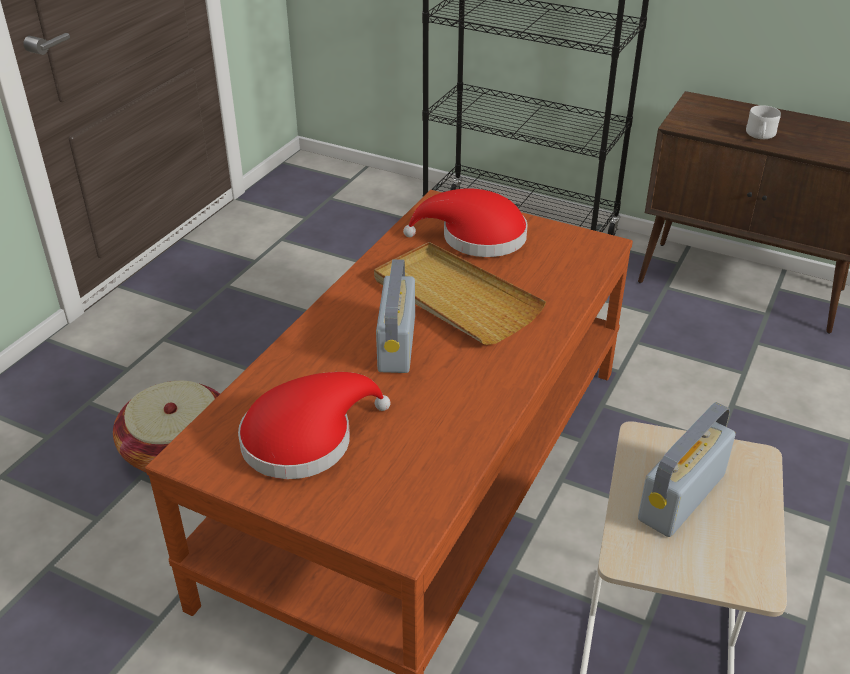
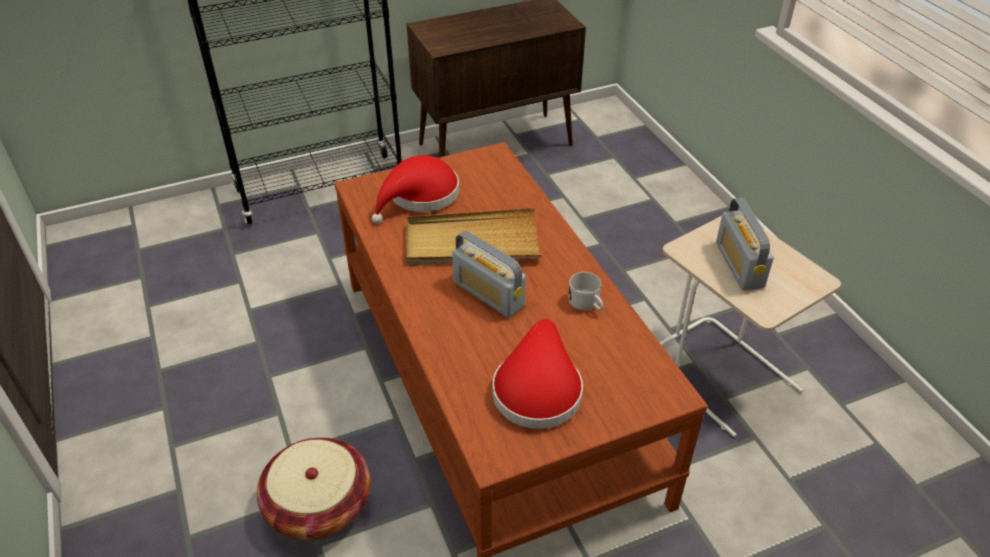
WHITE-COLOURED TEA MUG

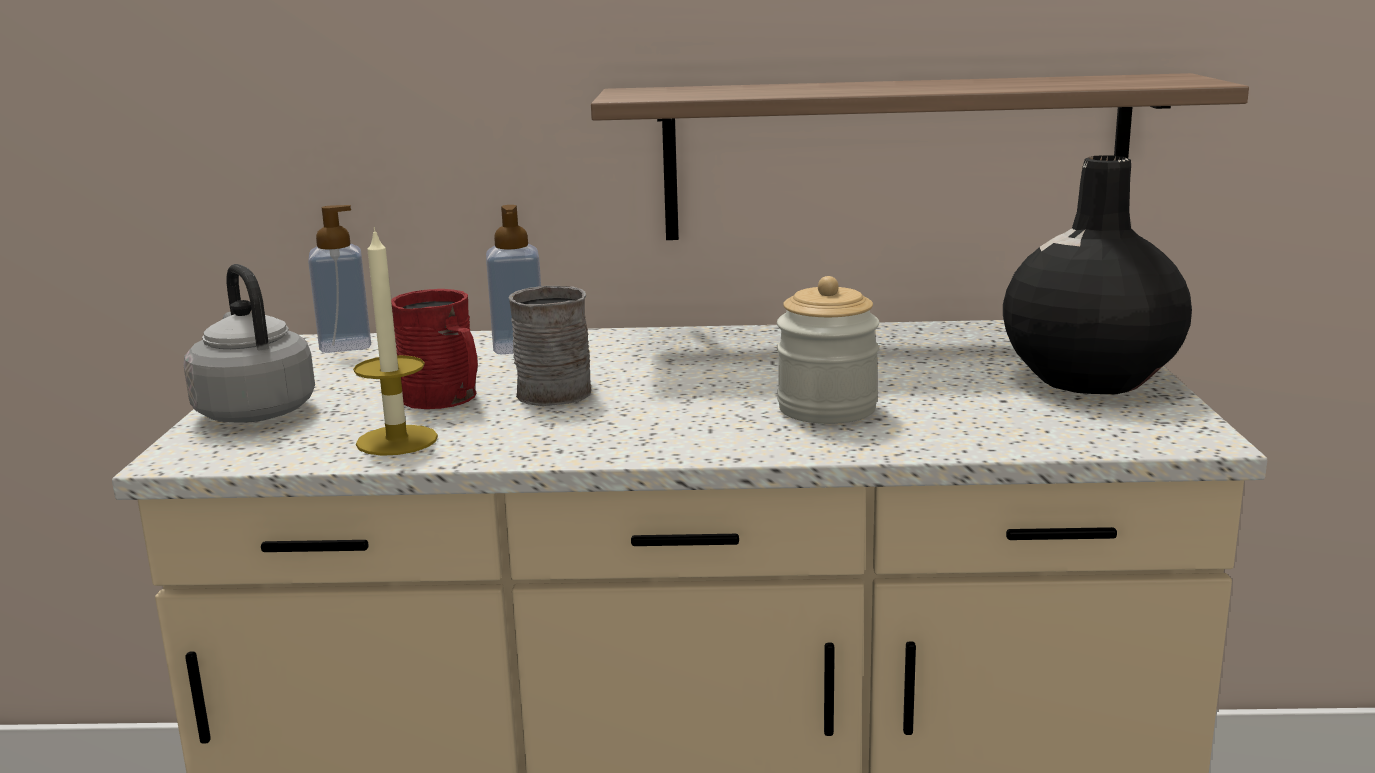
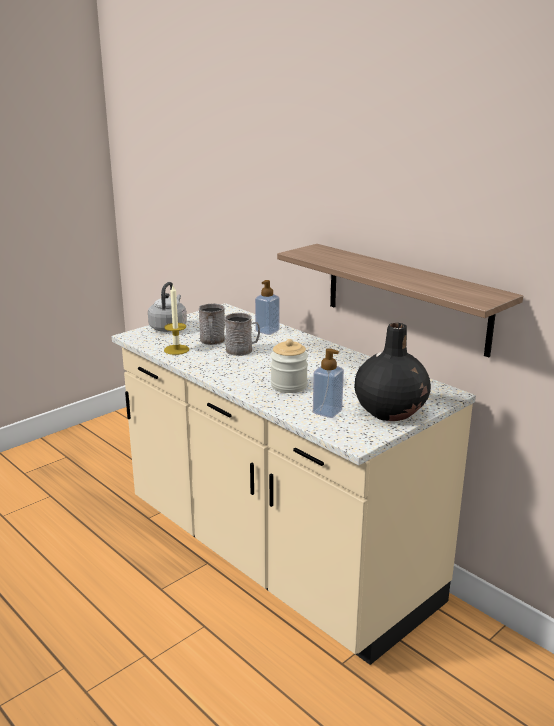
GREY TEA MUG (1st from left)
LIQUID SOAP BOTTLE (2nd from left)

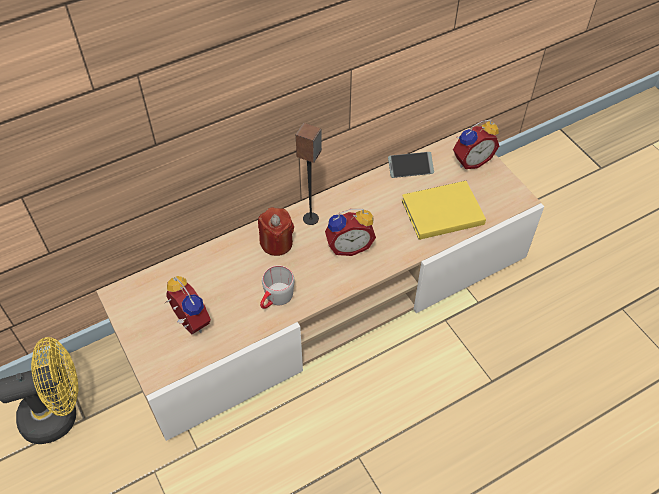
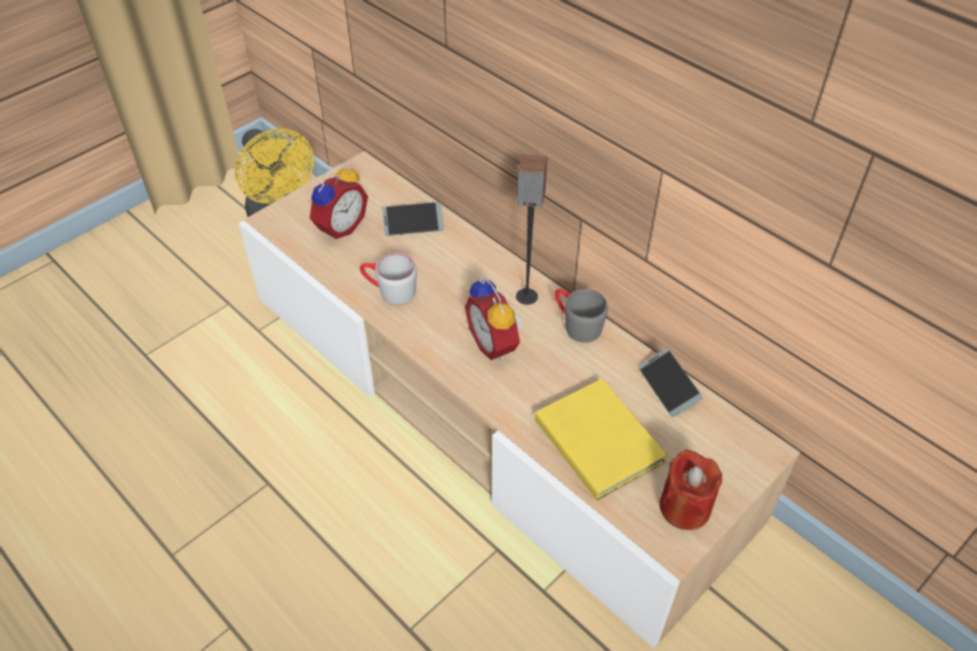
HANDSET (1st from left)
GREY TEA MUG (2nd from left)
REDDISH WAX LIGHT
TABLE CLOCK (3rd from left in the first image)

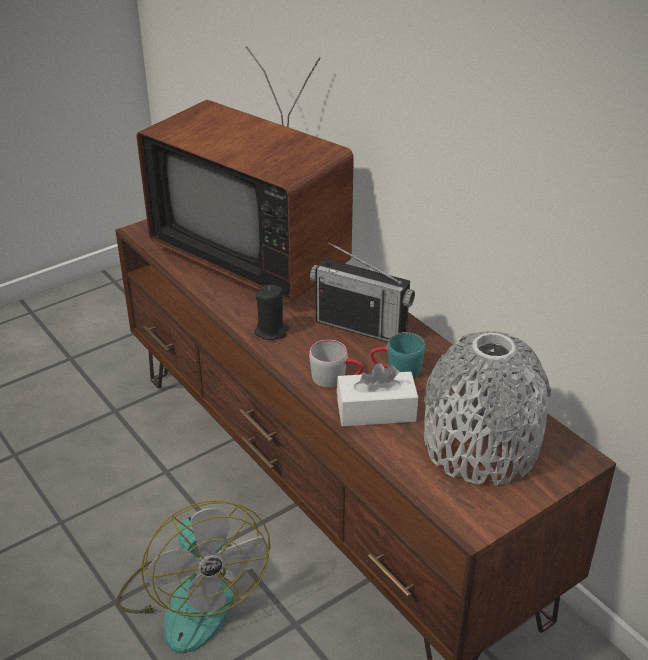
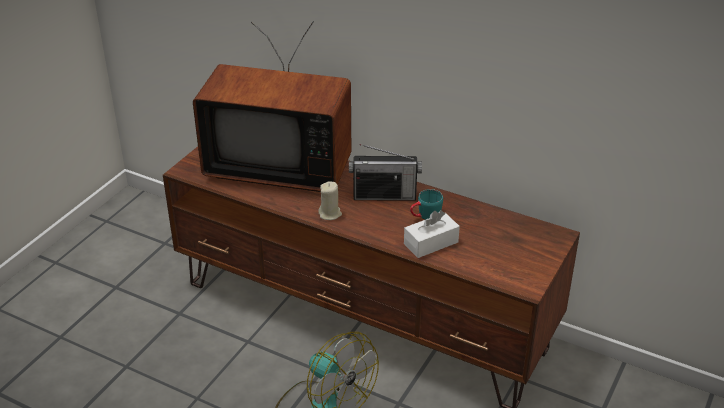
SAND-COLOURED WAX LIGHT
GREY TEA MUG
GREY VASE

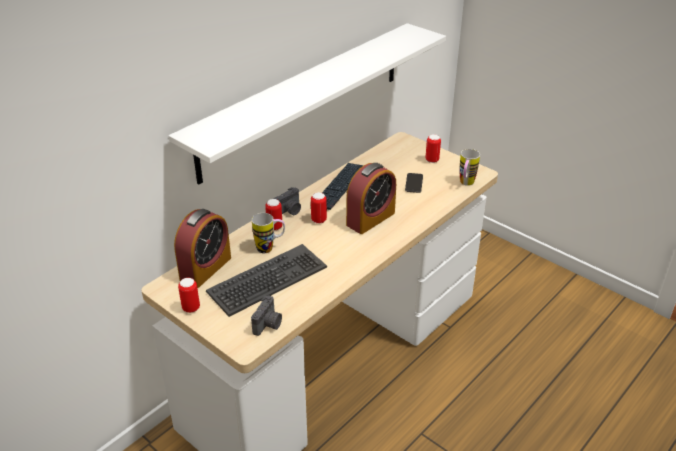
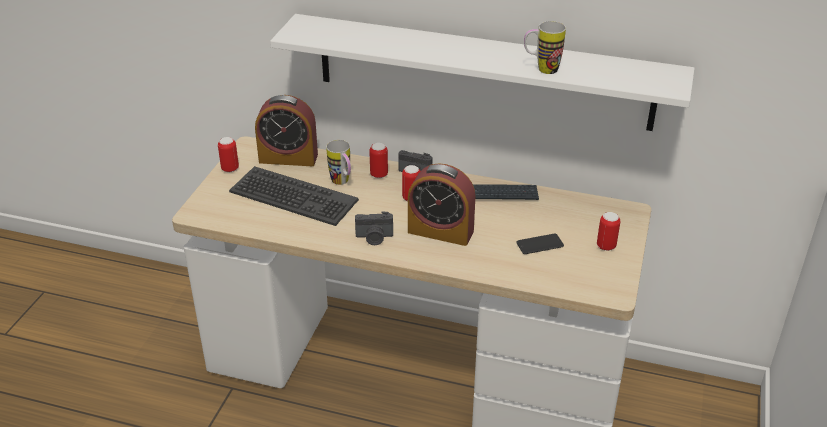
STILL CAMERA (1st from left)
TEA MUG (2nd from left)

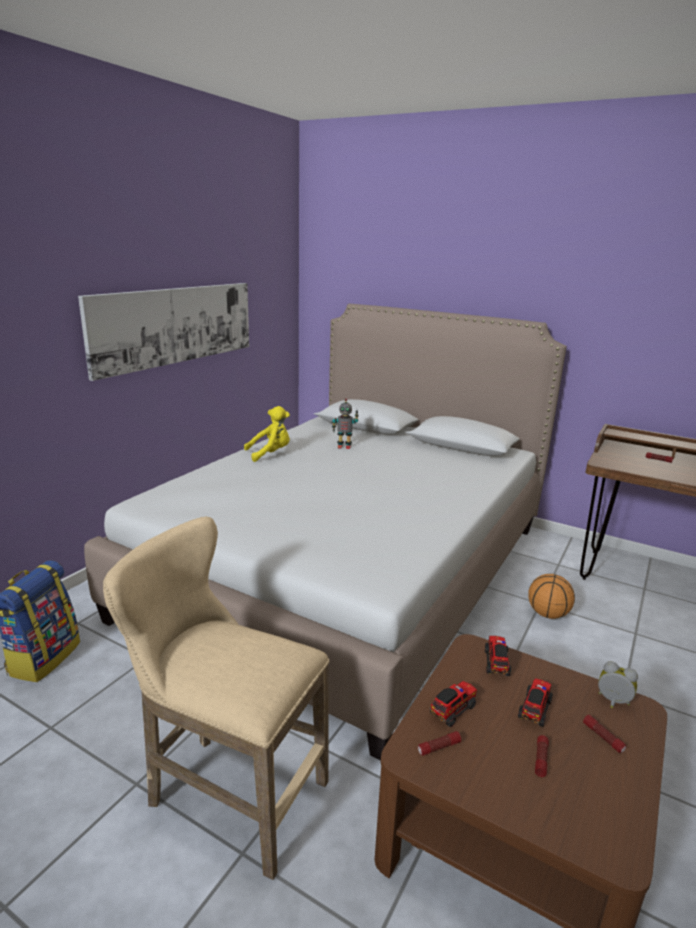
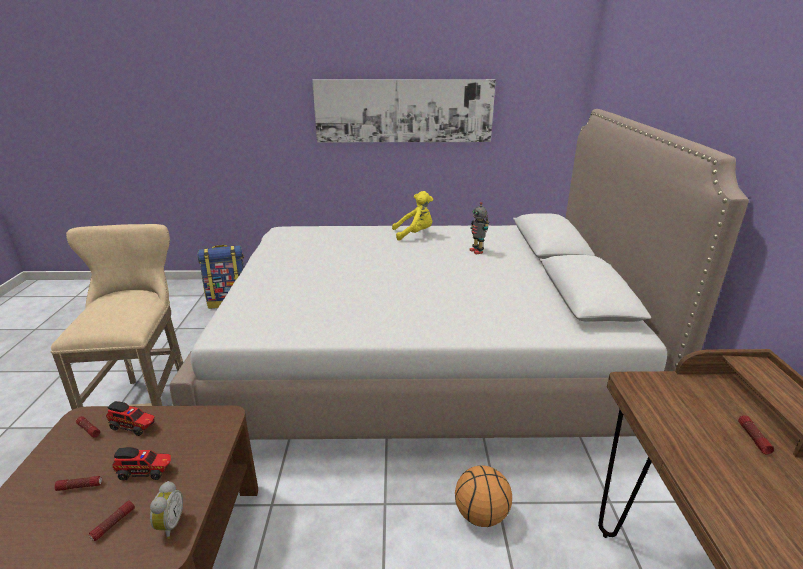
YELLOW-COLOURED CUDDLY TOY
TOY TRUCK (2nd from left in the first image)

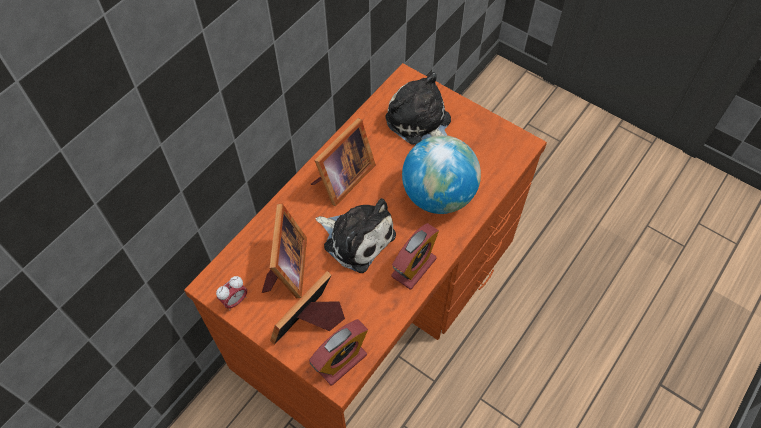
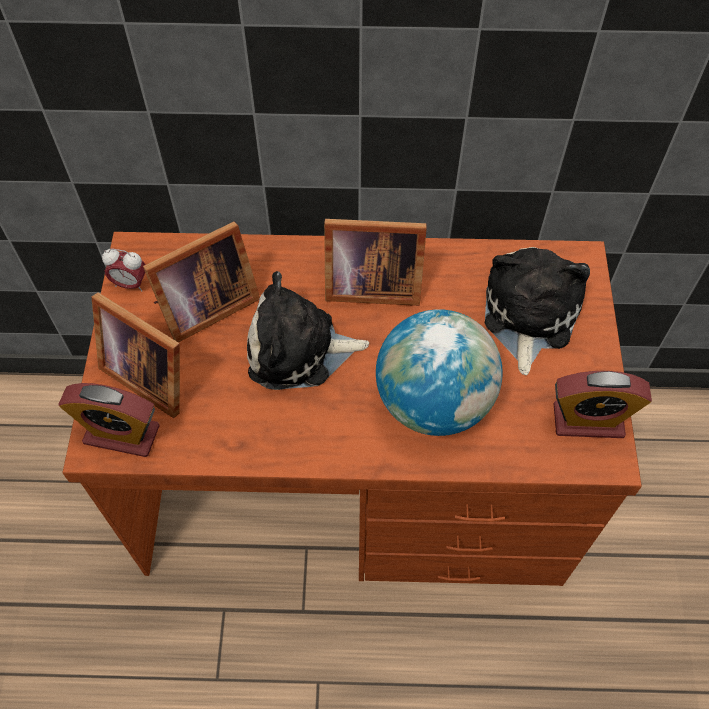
PICTURE FRAME (1st from left)
CUDDLY TOY (1st from left)
TABLE CLOCK (3rd from left)

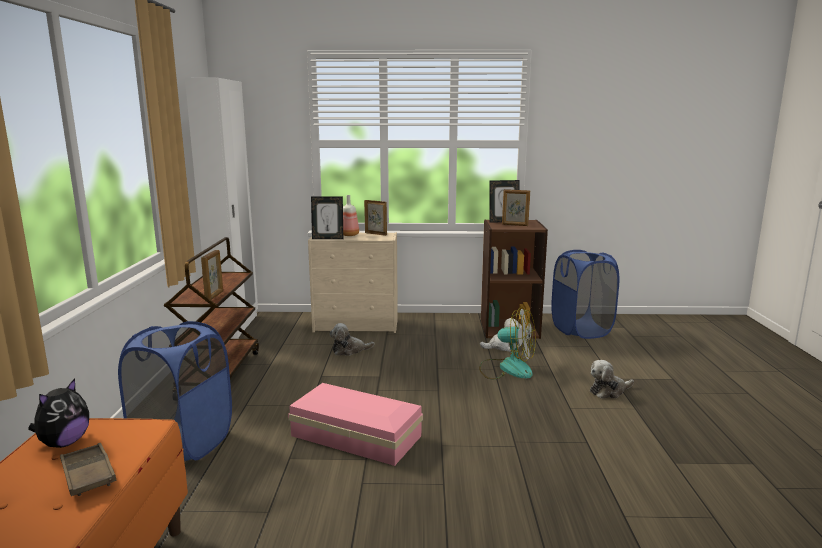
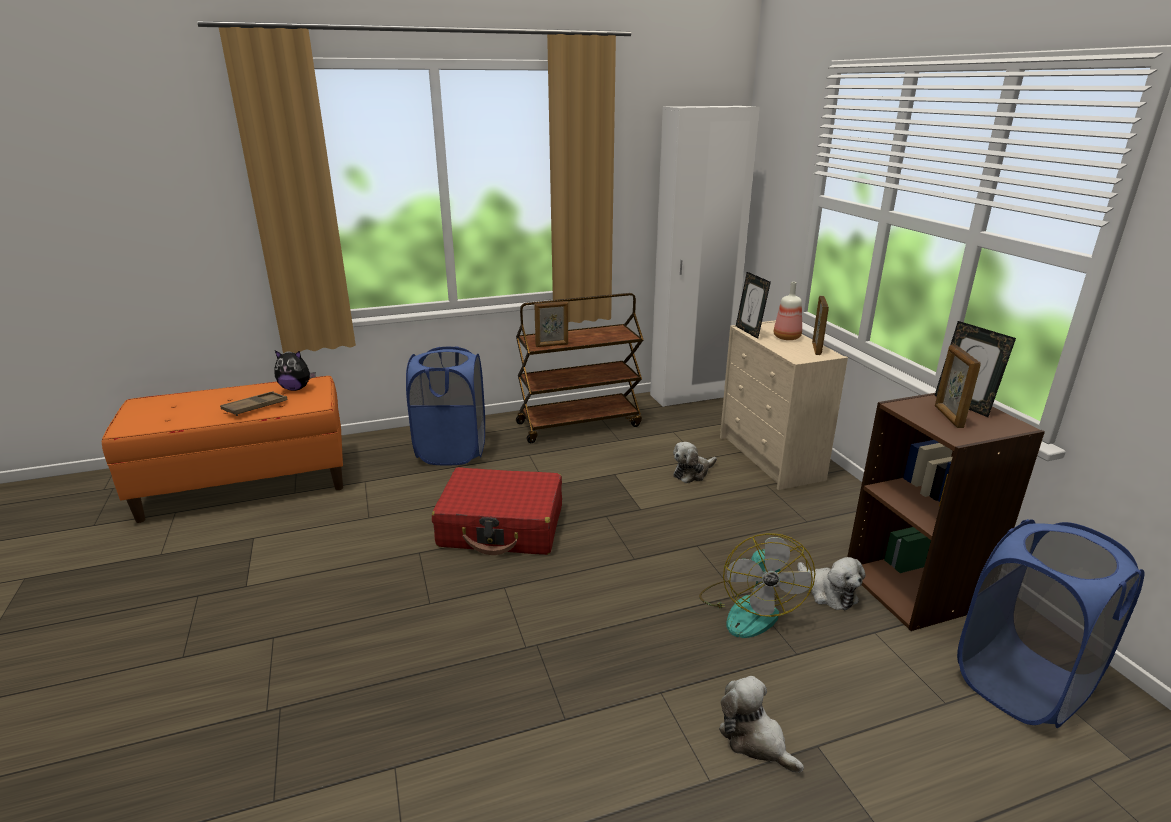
REDDISH SUITCASE
CUDDLY TOY (2nd from left)

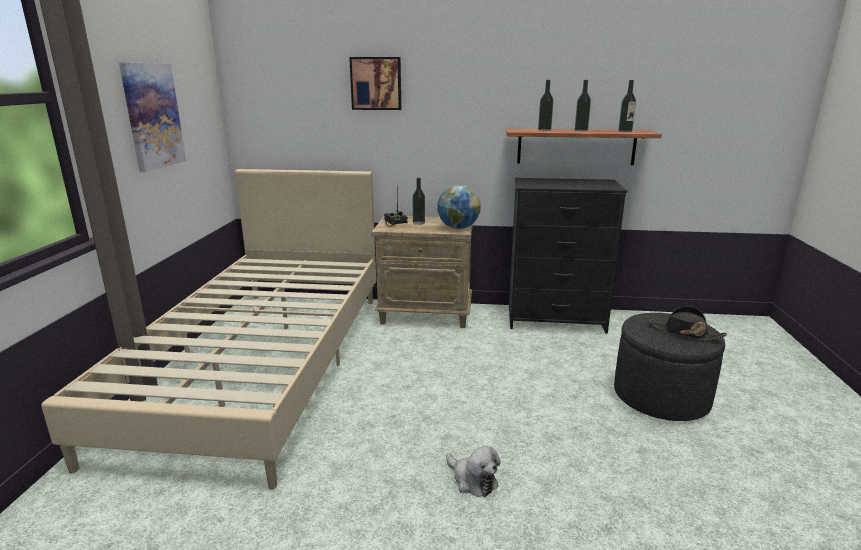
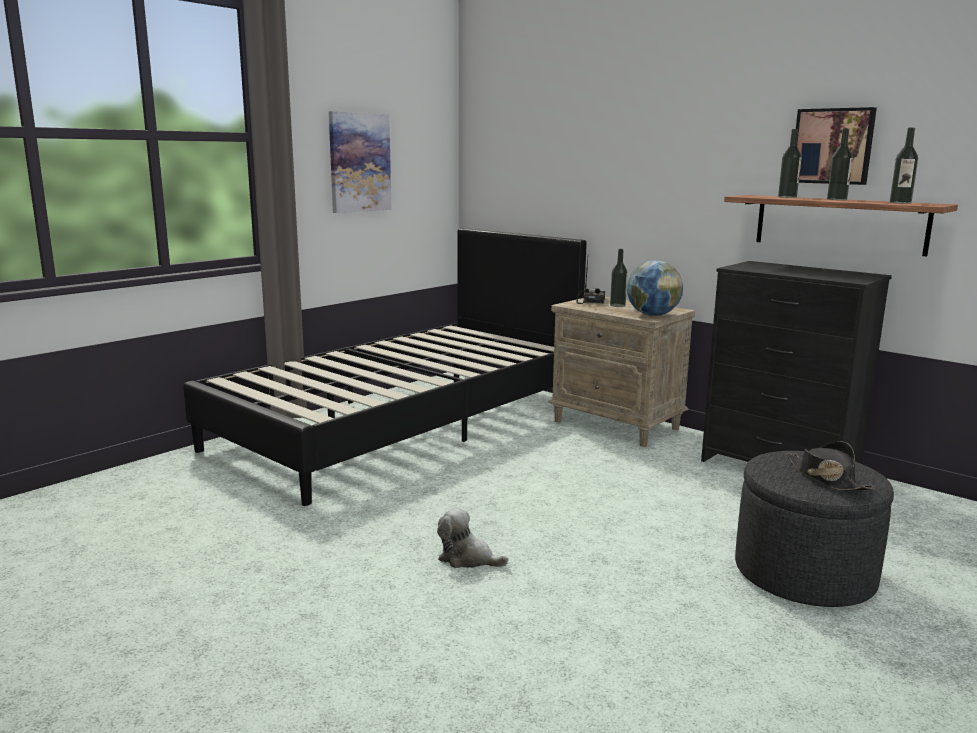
BLACKISH BED
CUDDLY TOY
PICTURE (2nd from left)

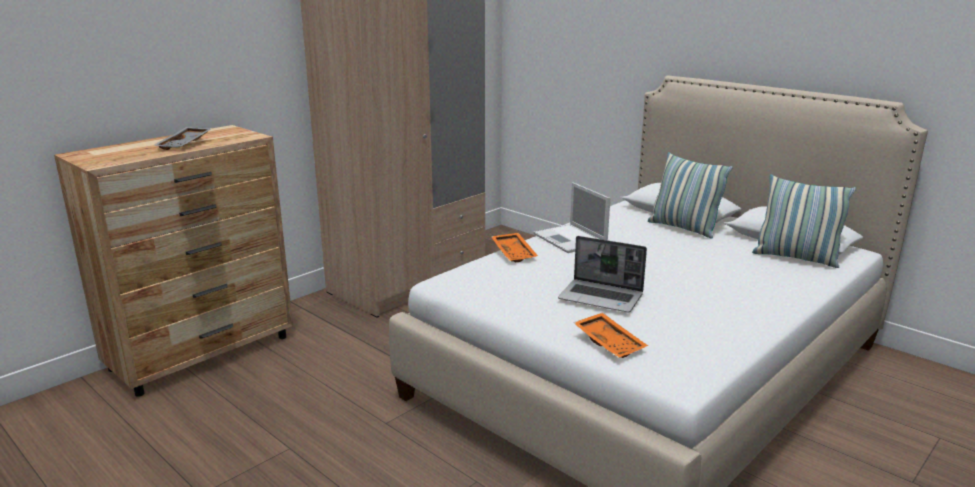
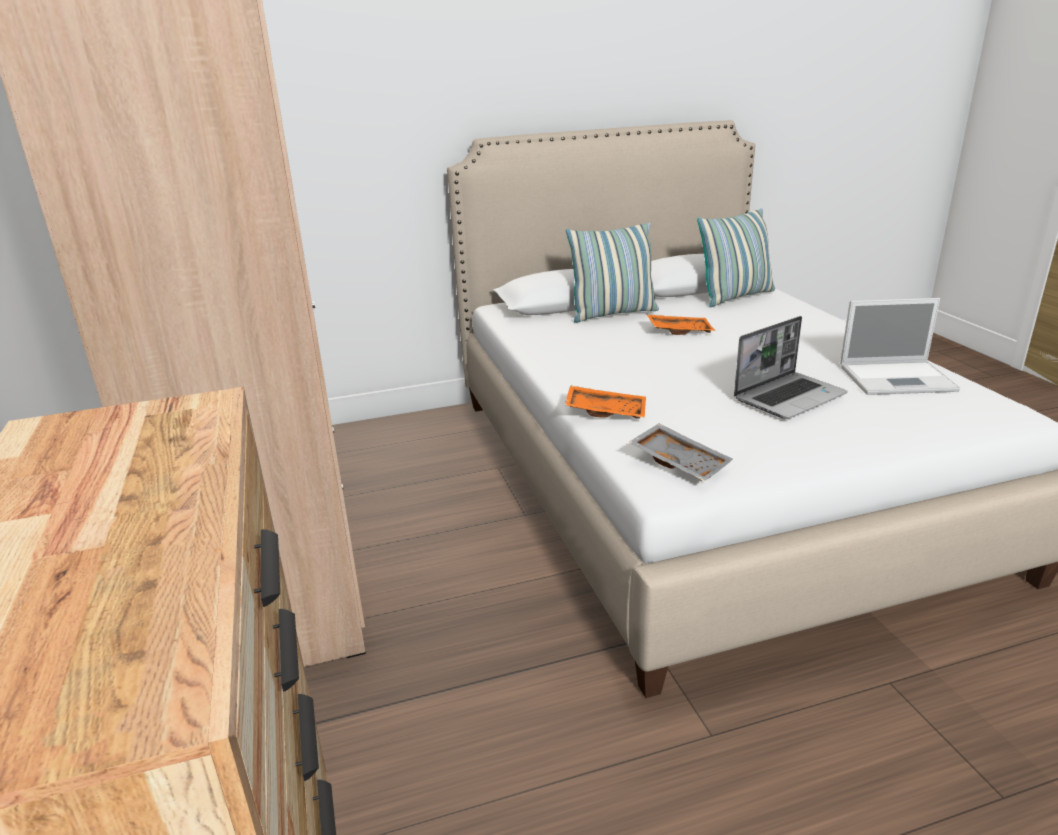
GREY TRAY
ORANGEY TRAY (2nd from left)
LAPTOP (2nd from left)

